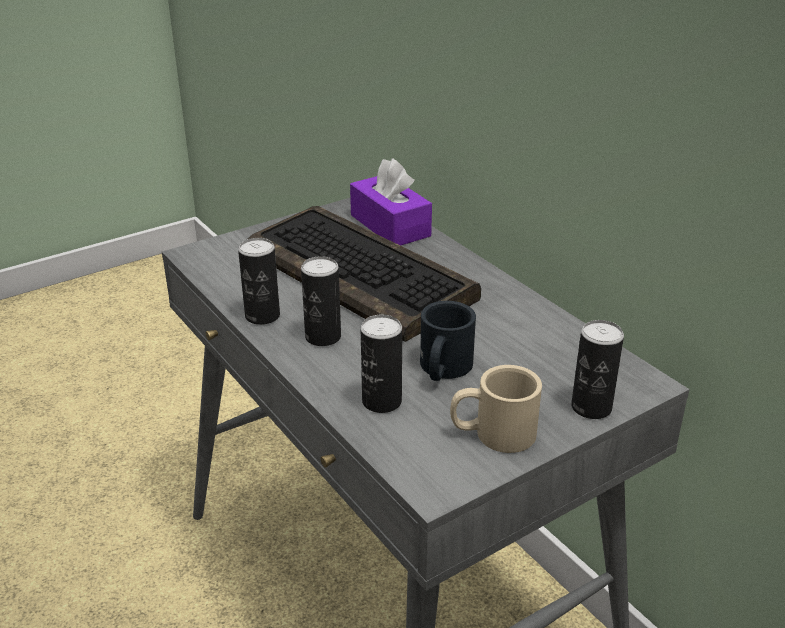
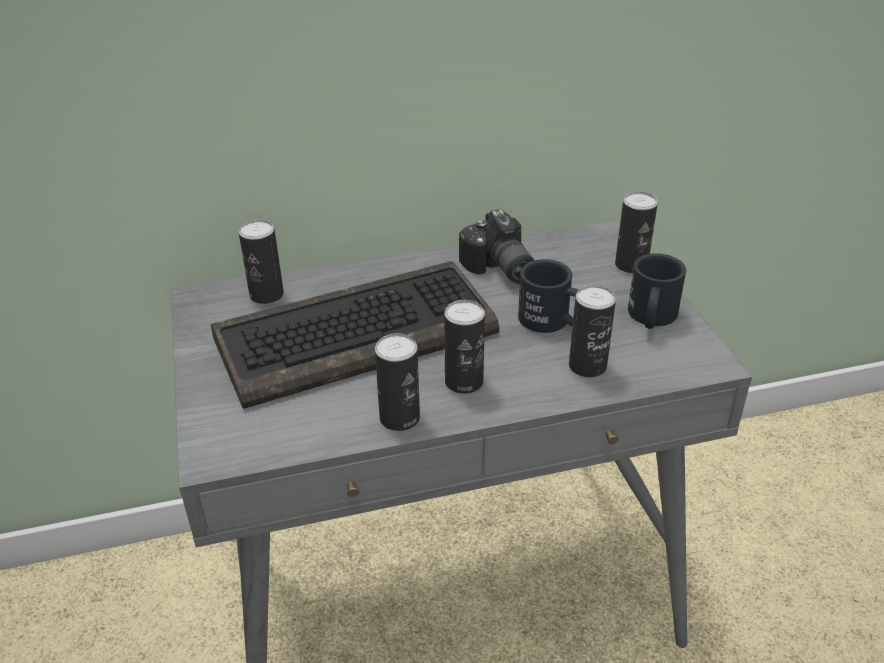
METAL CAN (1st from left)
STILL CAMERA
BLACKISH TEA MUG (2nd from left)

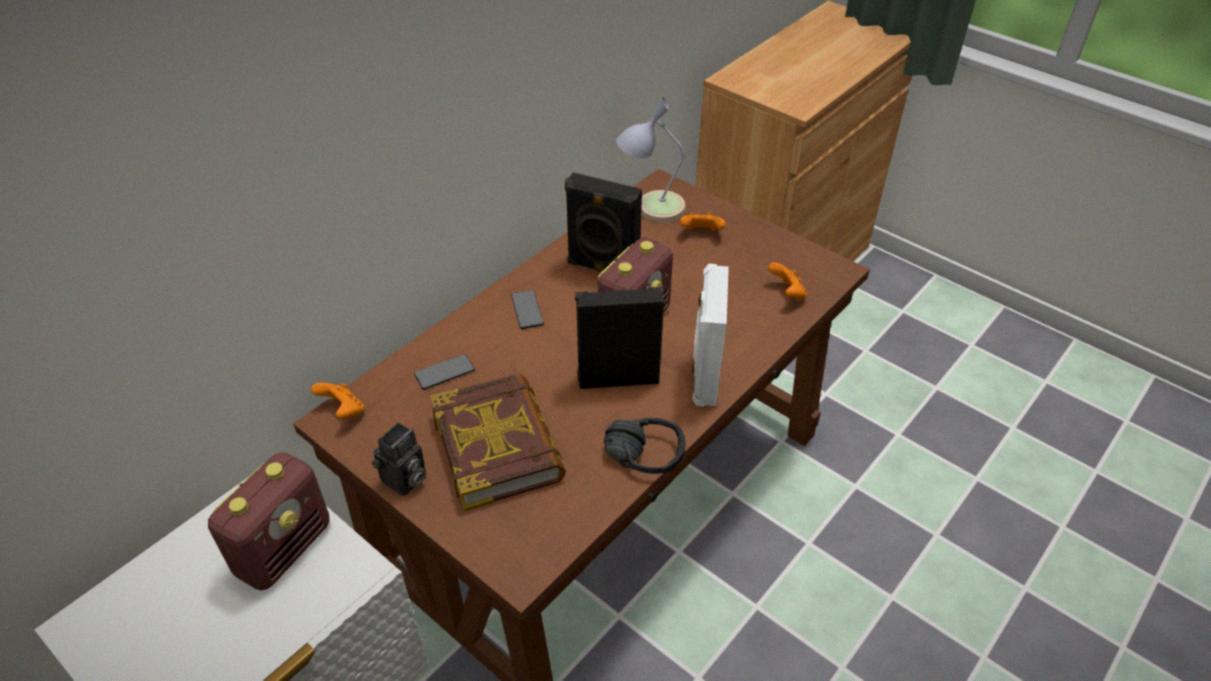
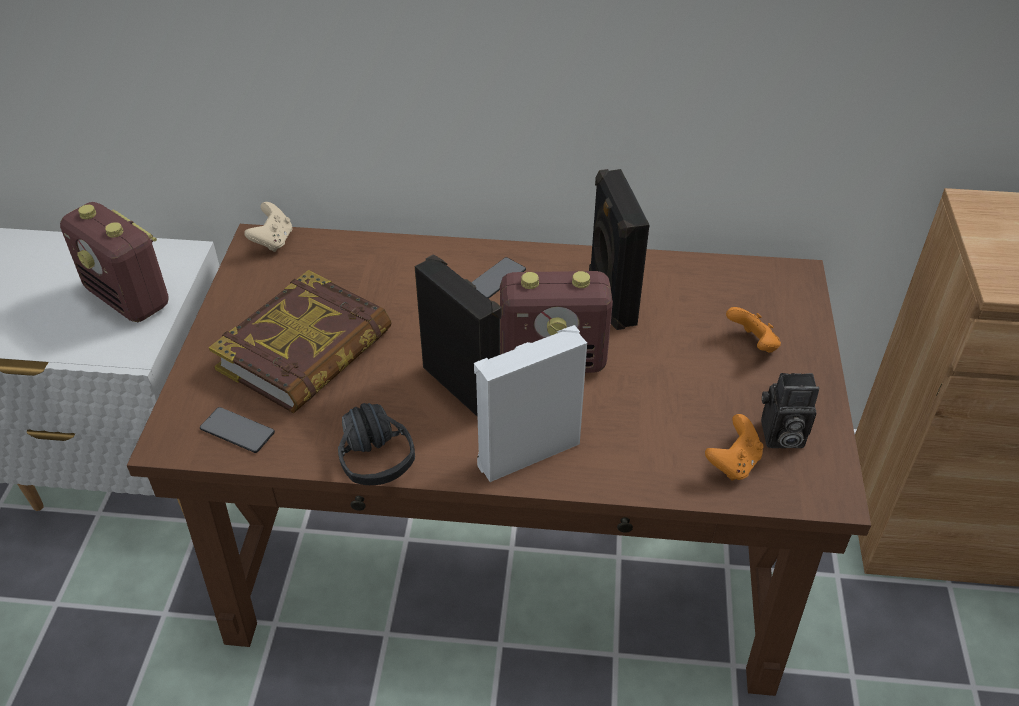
RADIO (1st from left)
HANDSET (1st from left)
SAND-COLOURED GAMEPAD
STILL CAMERA
LAMP FOR A TABLE

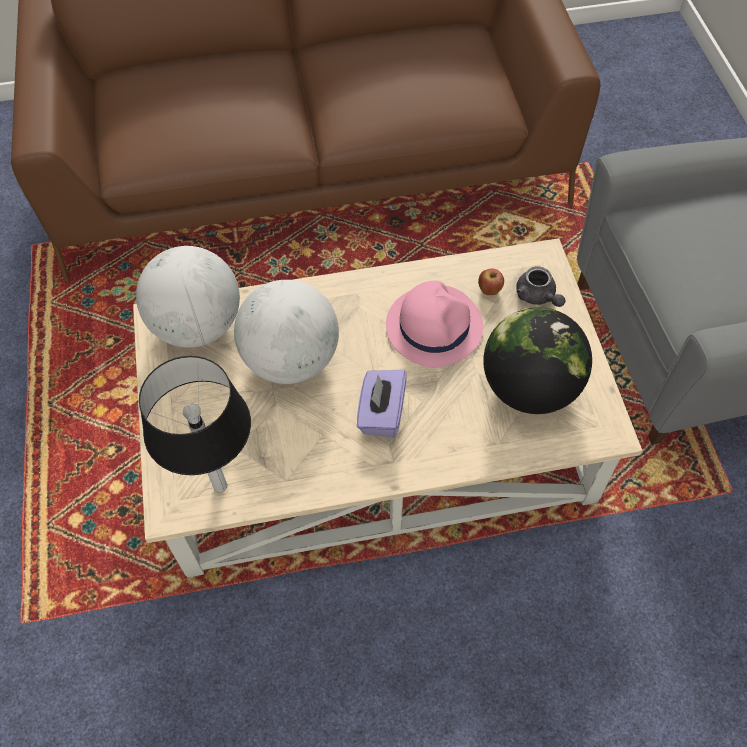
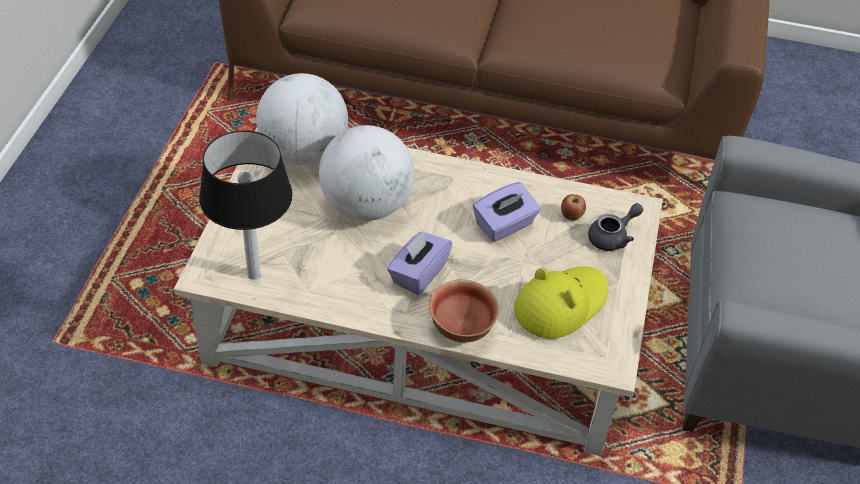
DEEP DISH
PURPLE TISSUE BOX (2nd from left)
YELLOW-COLOURED WEARABLE HAT
GREY POT FOR TEA

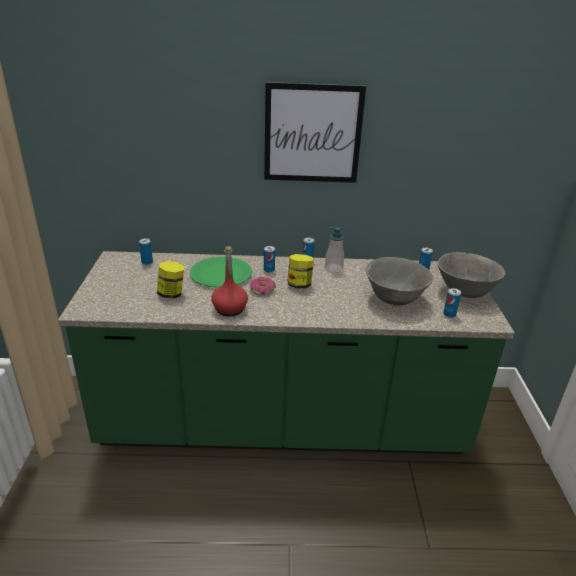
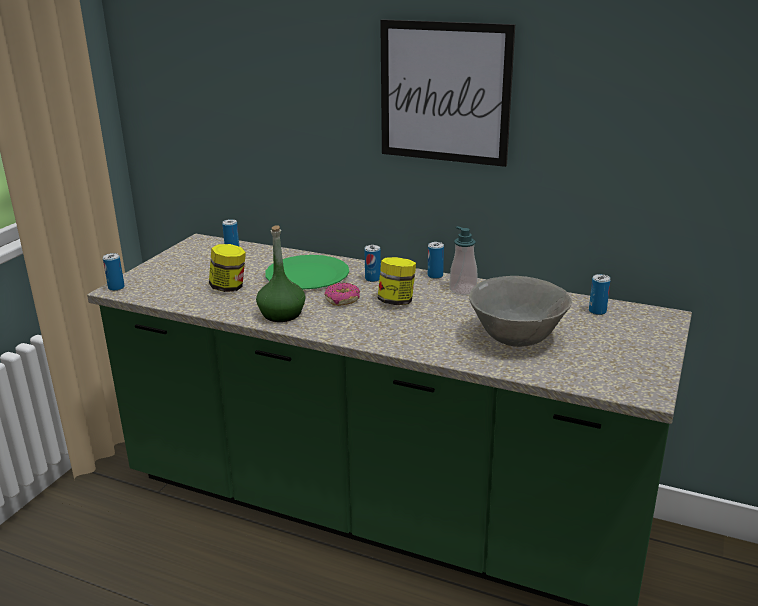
METAL CAN (1st from left)
GREEN BEVERAGE BOTTLE
GREY DEEP DISH (2nd from left in the first image)

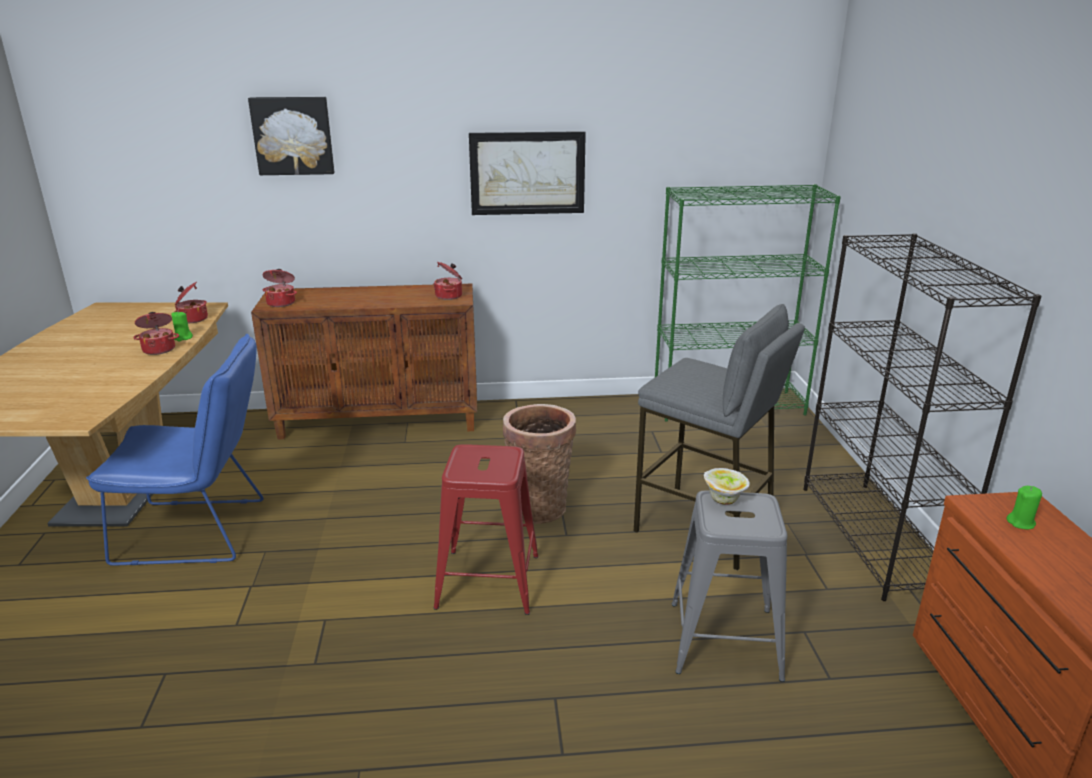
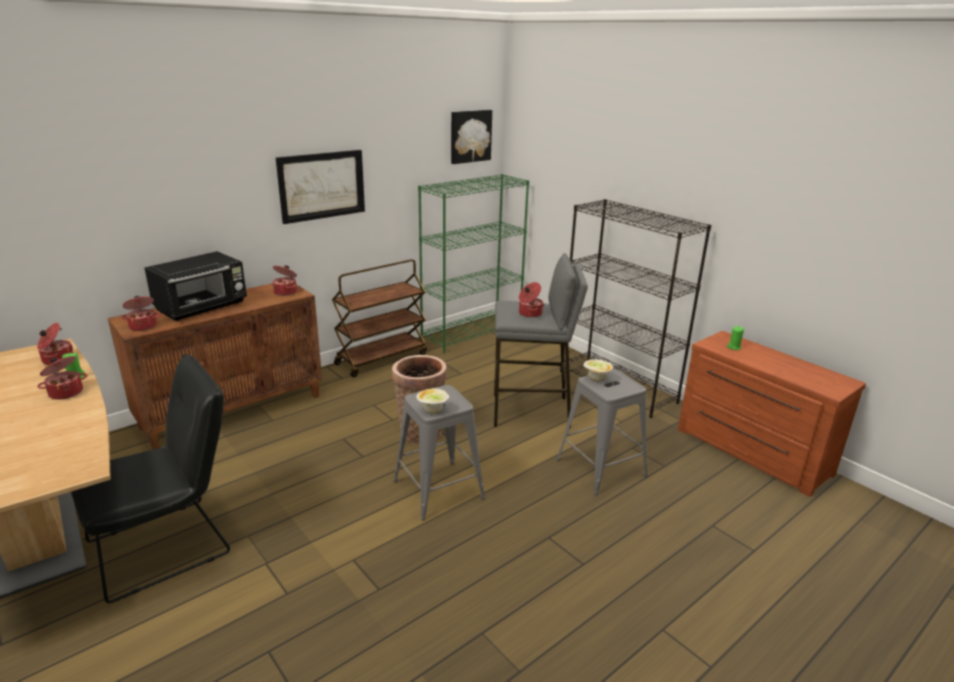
BLACKISH UPRIGHT CHAIR
BLACKISH MICROWAVE
BROWN-COLOURED TROLLEY
GREY SITTING STOOL (1st from left)
DEEP DISH (1st from left)
PICTURE (2nd from left)
STOCKPOT (5th from left)

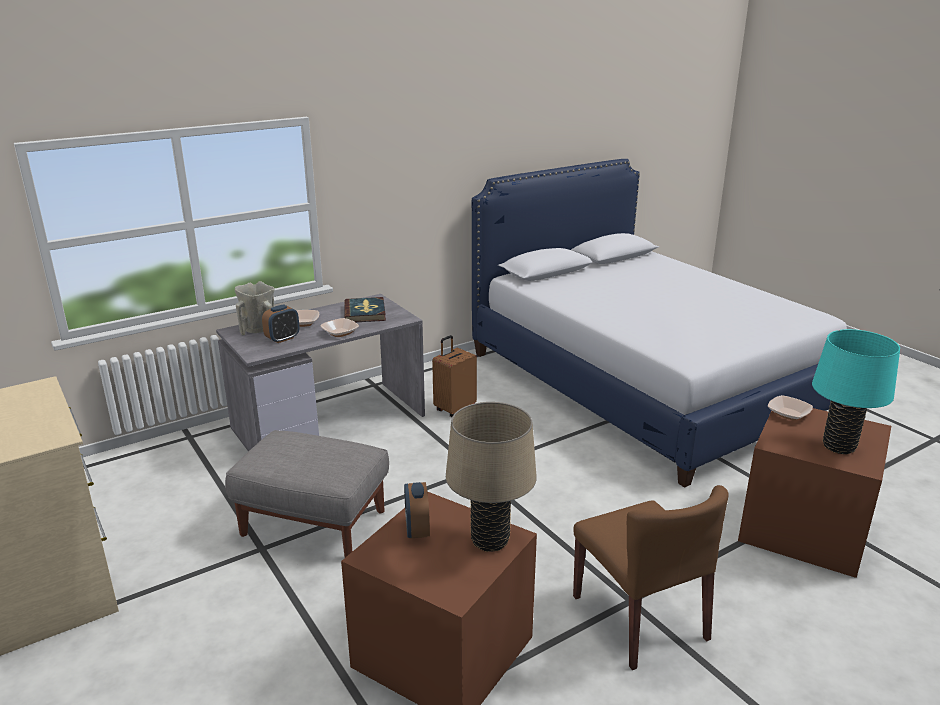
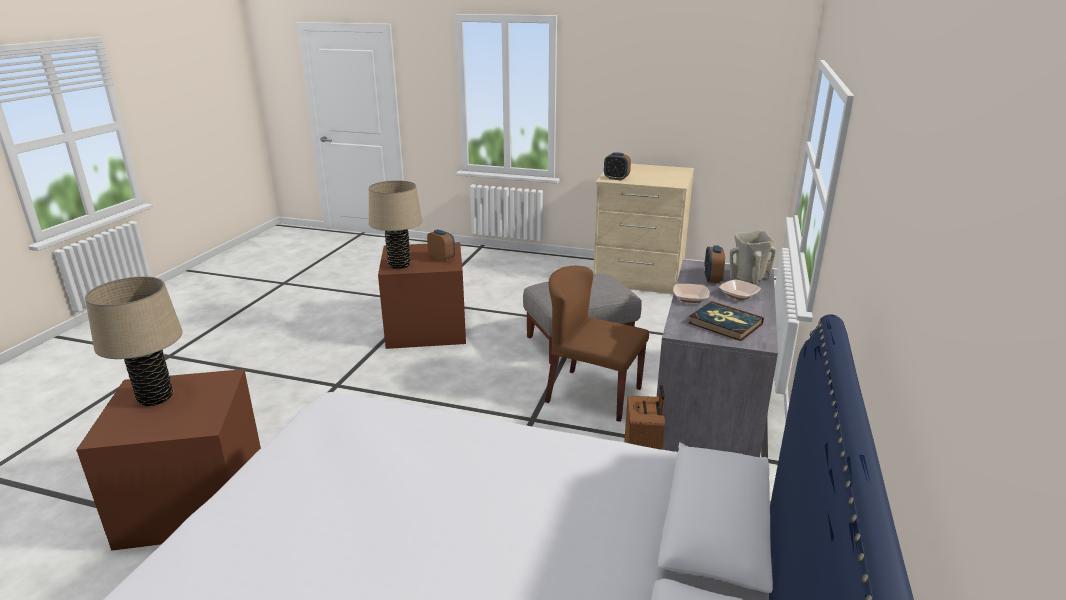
SAND-COLOURED LAMP FOR A TABLE (1st from left)
BROWN-COLOURED UPRIGHT CHAIR
TABLE CLOCK (2nd from left)
DEEP DISH (3rd from left in the first image)

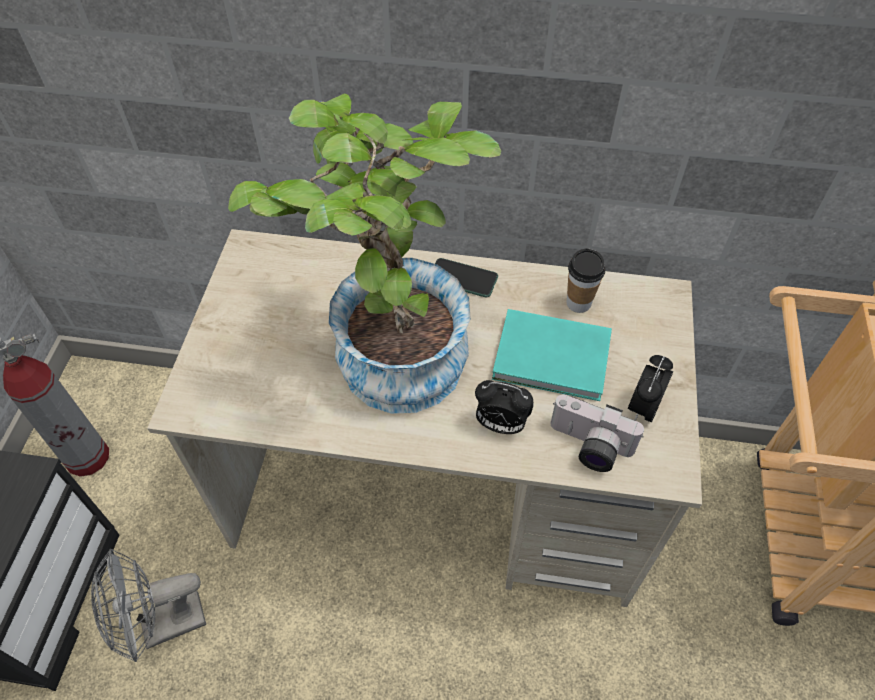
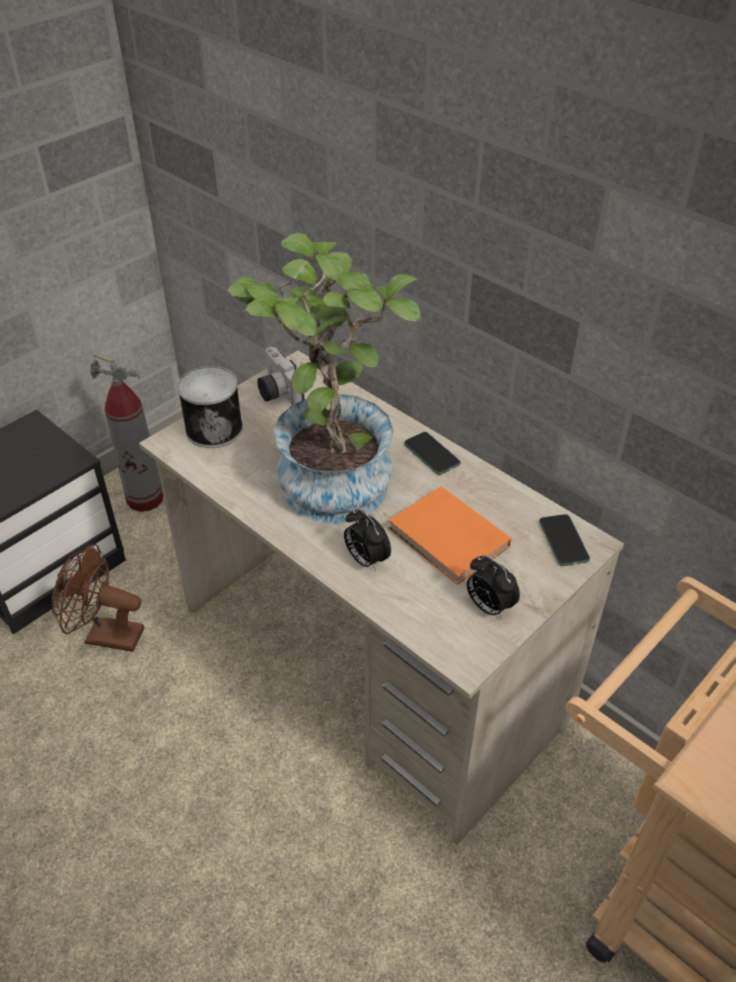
BROWN-COLOURED COOLING FAN
METAL CAN
STILL CAMERA
ORANGEY BOUND BOOK
TABLE CLOCK (2nd from left)
HANDSET (2nd from left)
DRINKING CUP

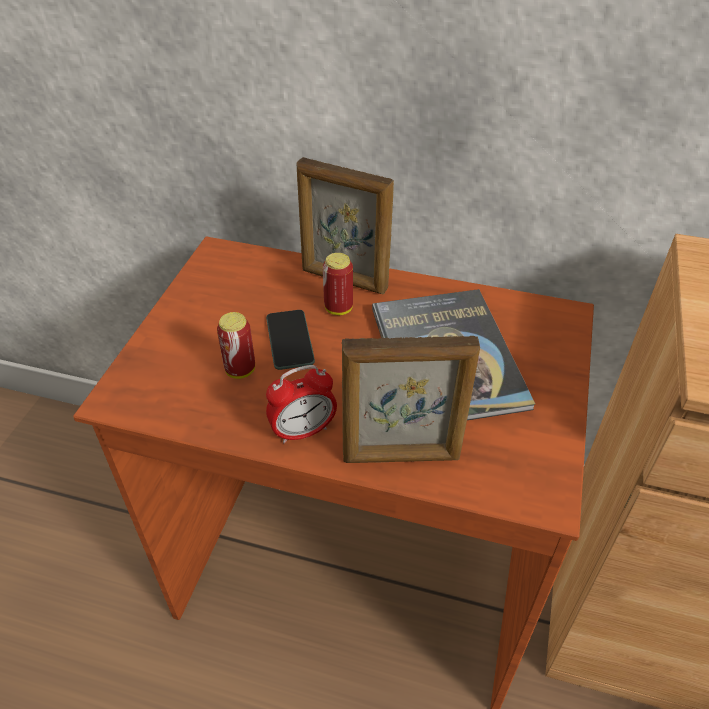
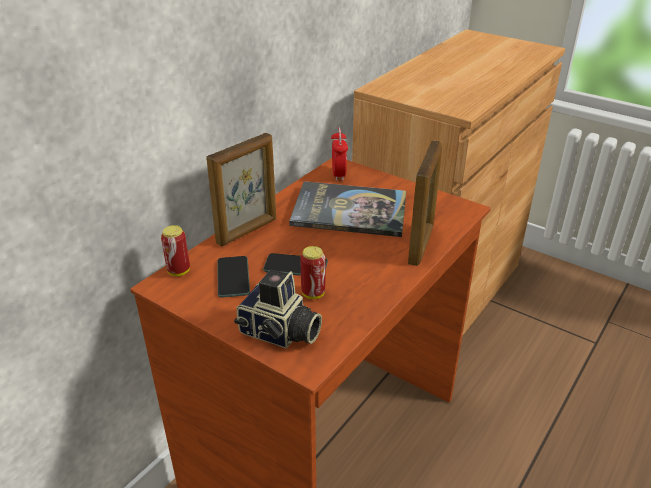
METAL CAN (1st from left)
HANDSET (1st from left)
STILL CAMERA
TABLE CLOCK

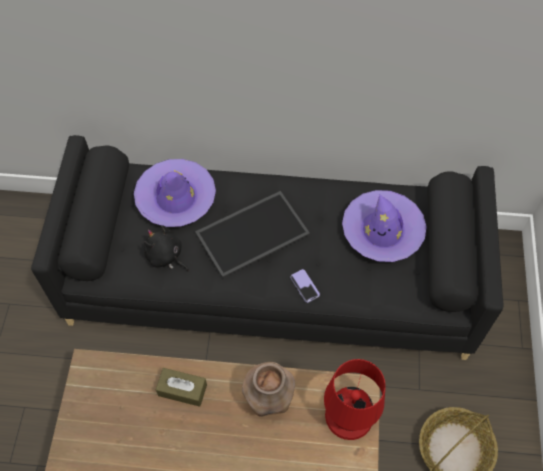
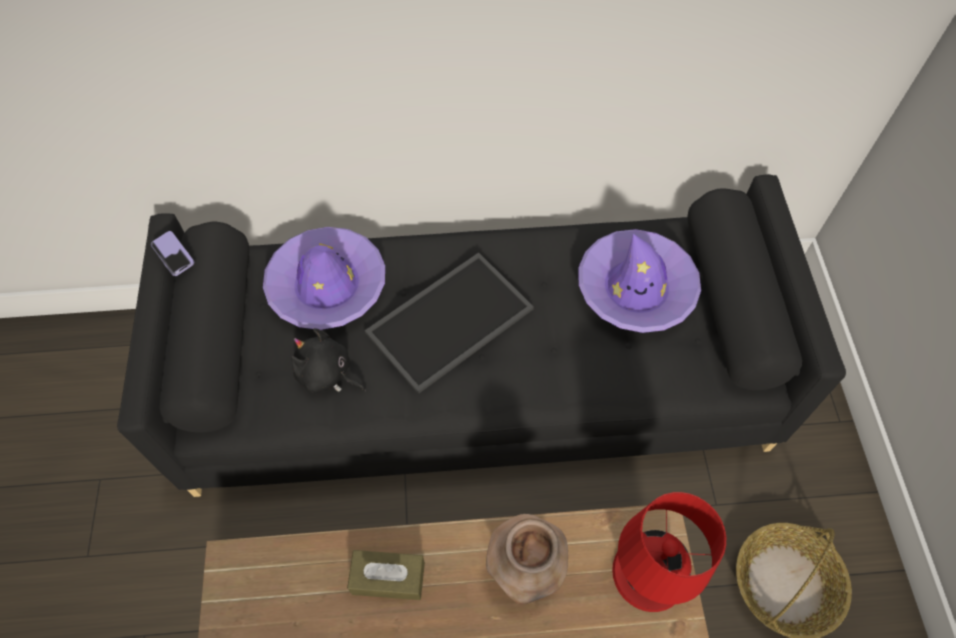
HANDSET

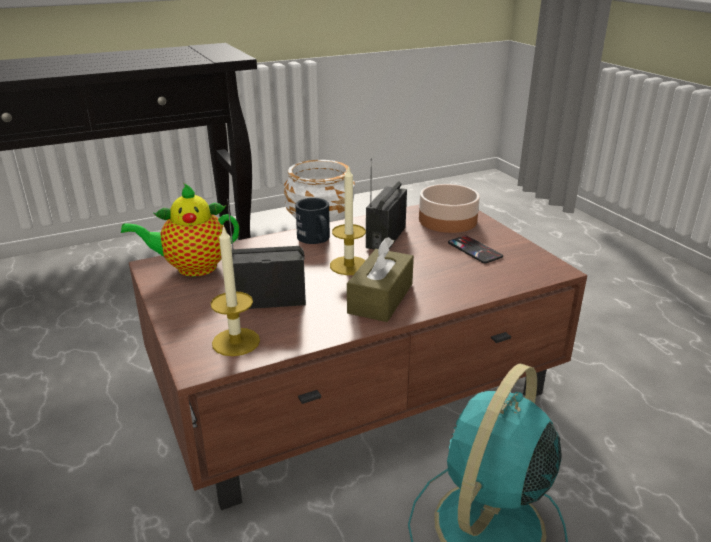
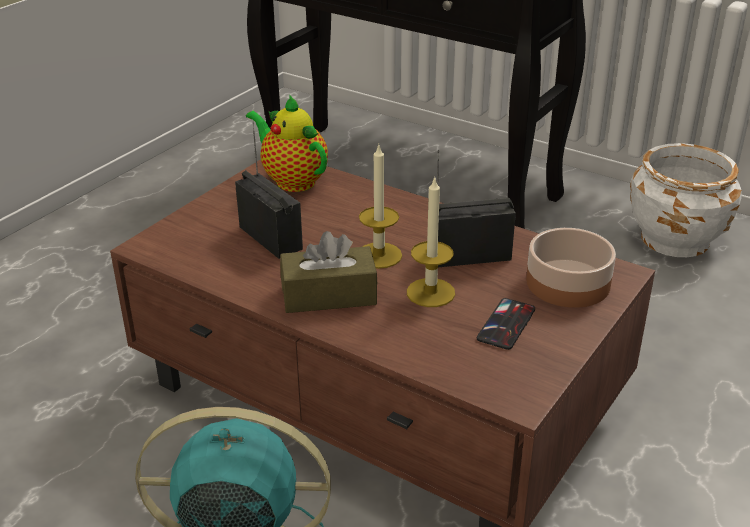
WAX LIGHT (2nd from left)
BLACKISH TEA MUG

